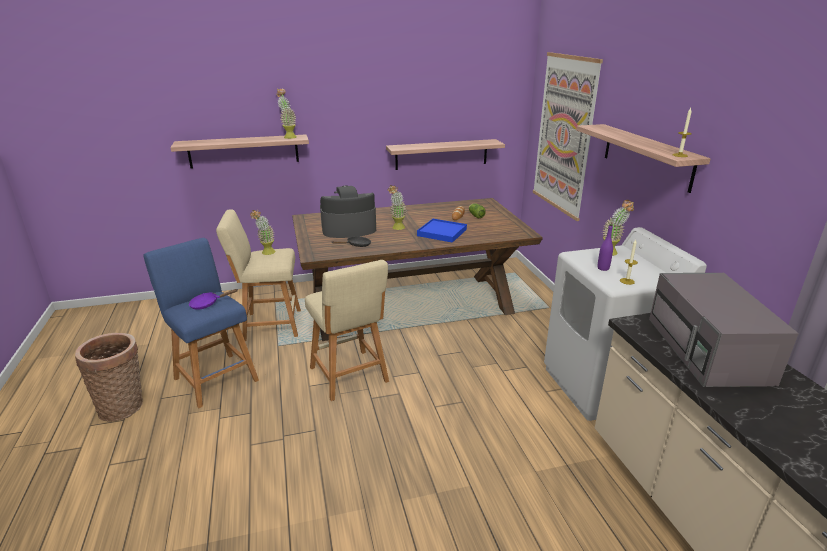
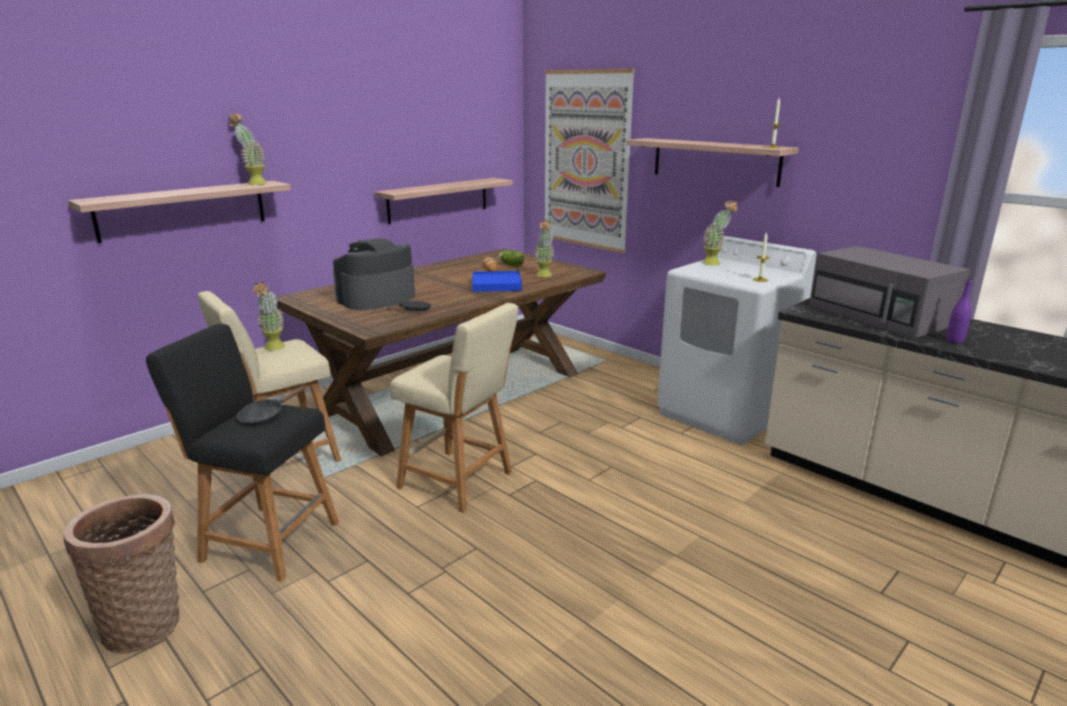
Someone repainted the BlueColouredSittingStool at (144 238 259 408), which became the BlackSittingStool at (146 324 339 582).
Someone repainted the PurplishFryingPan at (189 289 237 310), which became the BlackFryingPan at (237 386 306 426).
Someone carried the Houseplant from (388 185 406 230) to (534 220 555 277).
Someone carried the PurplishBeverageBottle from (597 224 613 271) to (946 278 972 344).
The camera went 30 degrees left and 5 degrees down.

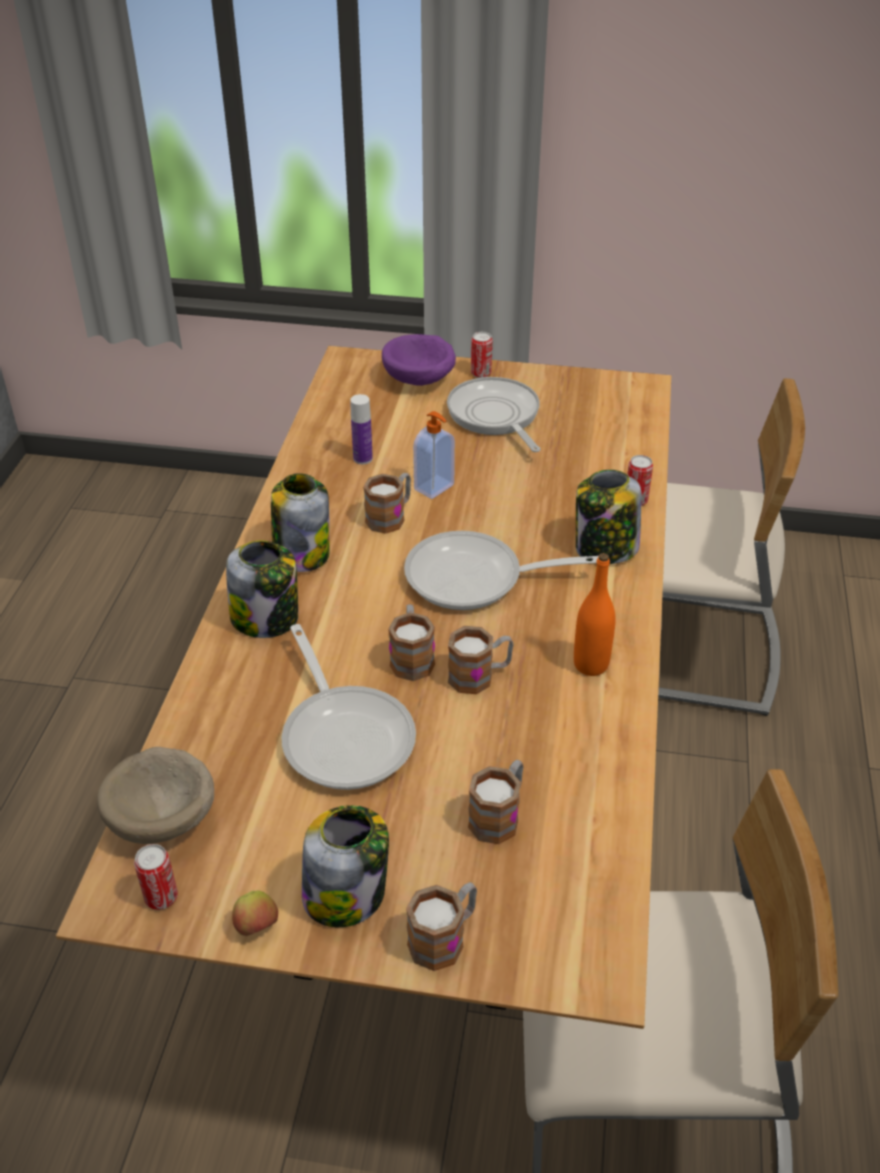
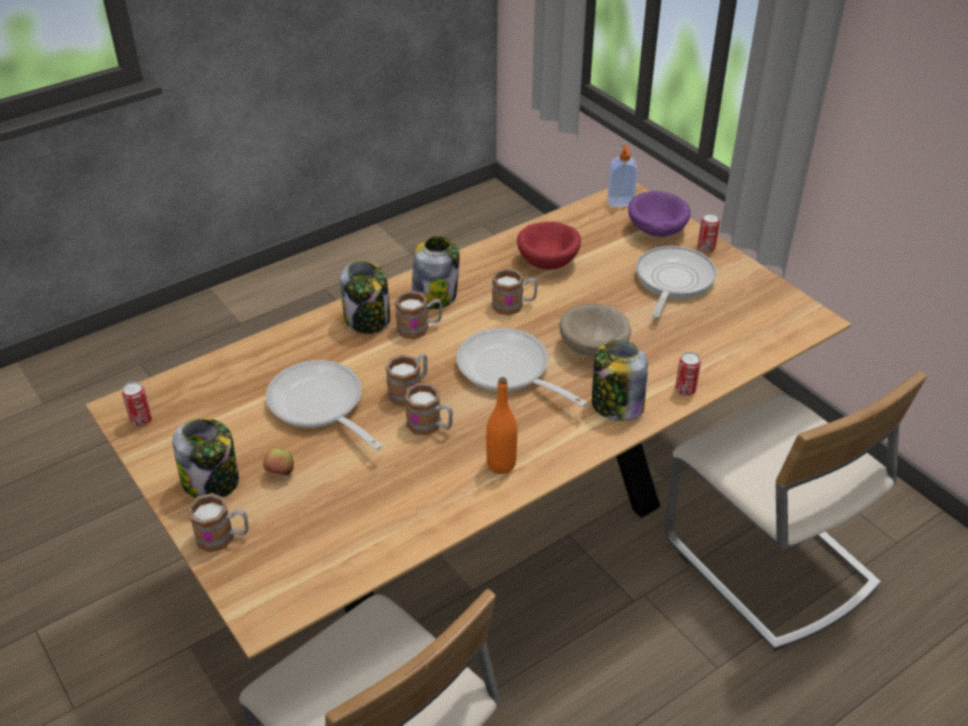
Someone carried the BeigeBowl from (97 747 214 844) to (559 303 631 357).
Someone carried the AppleFruit from (232 890 278 936) to (263 448 294 475).
Someone rotated the FryingPan at (282 624 416 790) by 120 degrees clockwise.
Someone swapped the BeverageBottle at (350 394 373 464) for the ReddishBowl at (517 221 581 270).
Someone carried the SoapBottle from (413 411 455 499) to (607 145 638 207).
Someone carried the TeaMug from (468 760 523 844) to (395 291 442 339).
The camera went 45 degrees right and 0 degrees up.

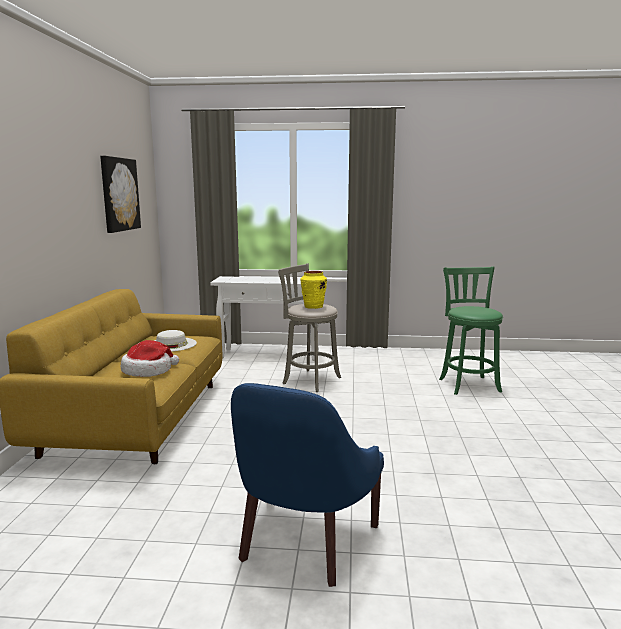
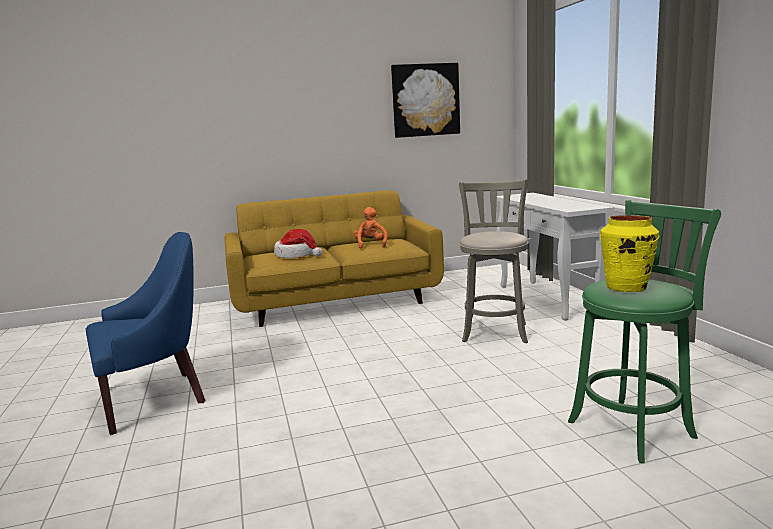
Someone swapped the WhiteHat at (154 330 197 352) for the OrangePlushToy at (353 207 388 248).
Someone rotated the BlueColouredArmchair at (231 383 384 587) by 150 degrees clockwise.
Someone carried the YellowishDecorativeVase from (300 271 327 309) to (600 215 659 292).
The camera went 70 degrees right and 0 degrees up.

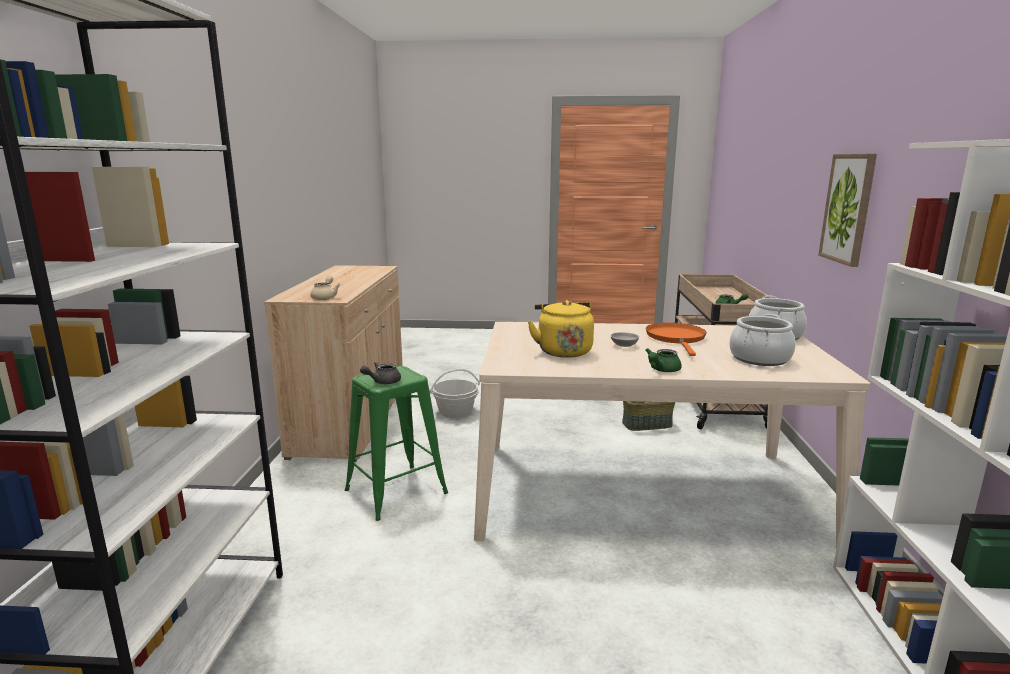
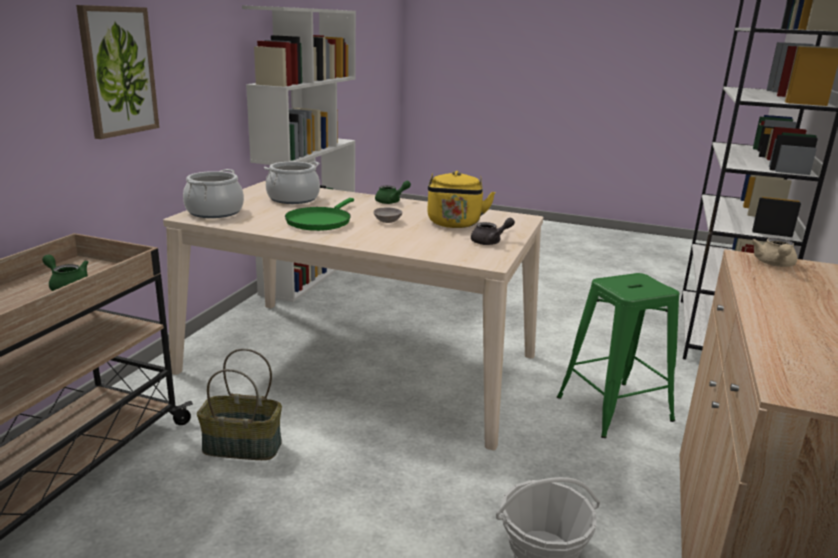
Someone carried the GreyishTeaPot from (360 362 401 384) to (471 218 515 245).
Someone repainted the OrangeFryingPan at (646 322 707 356), which became the GreenColouredFryingPan at (285 198 354 231).
The camera went 165 degrees left and 5 degrees up.

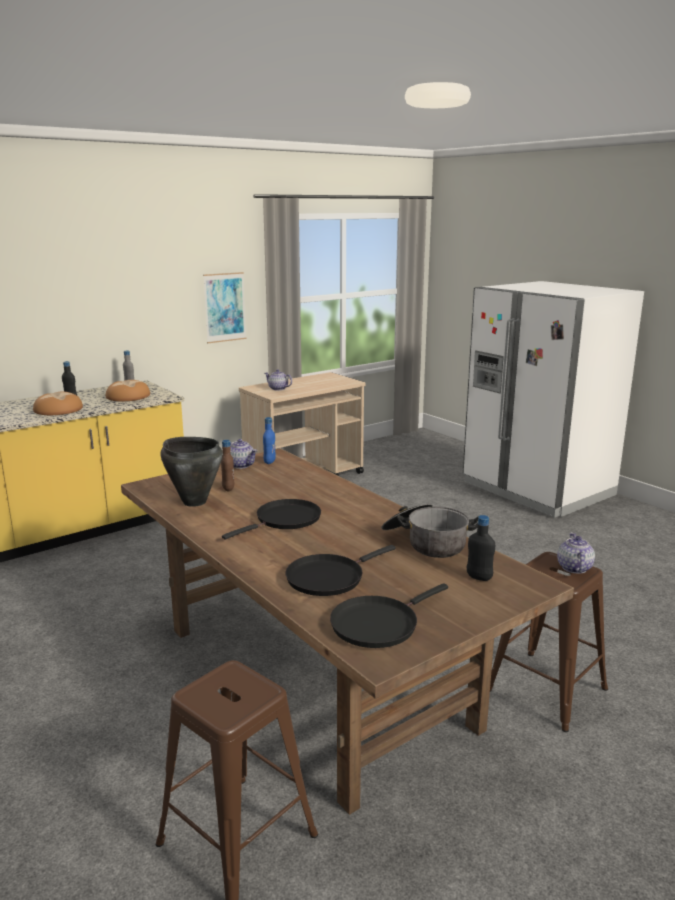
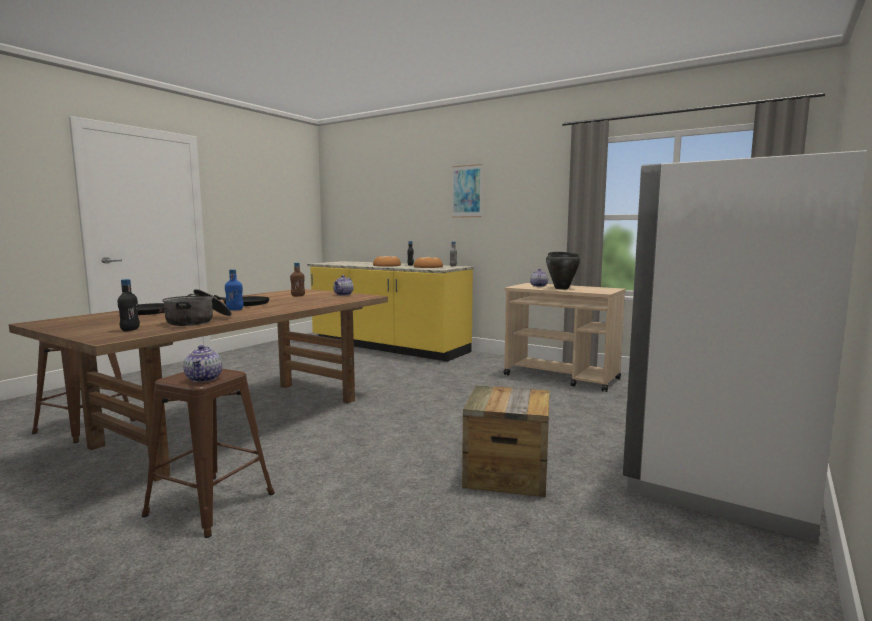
Someone carried the BlackCookingPot from (160 437 223 507) to (546 252 580 290).
Someone carried the Picture from (203 272 246 343) to (452 164 482 218).
Someone carried the BlueColouredBeverageBottle from (263 417 276 464) to (225 269 244 311).
Someone took away the BlackFryingPan at (330 583 448 648).
Someone rotated the TeaPot at (557 532 595 574) by 90 degrees clockwise.
Someone put down the PackingCrate at (462 385 550 497).
The camera went 70 degrees right and 10 degrees down.

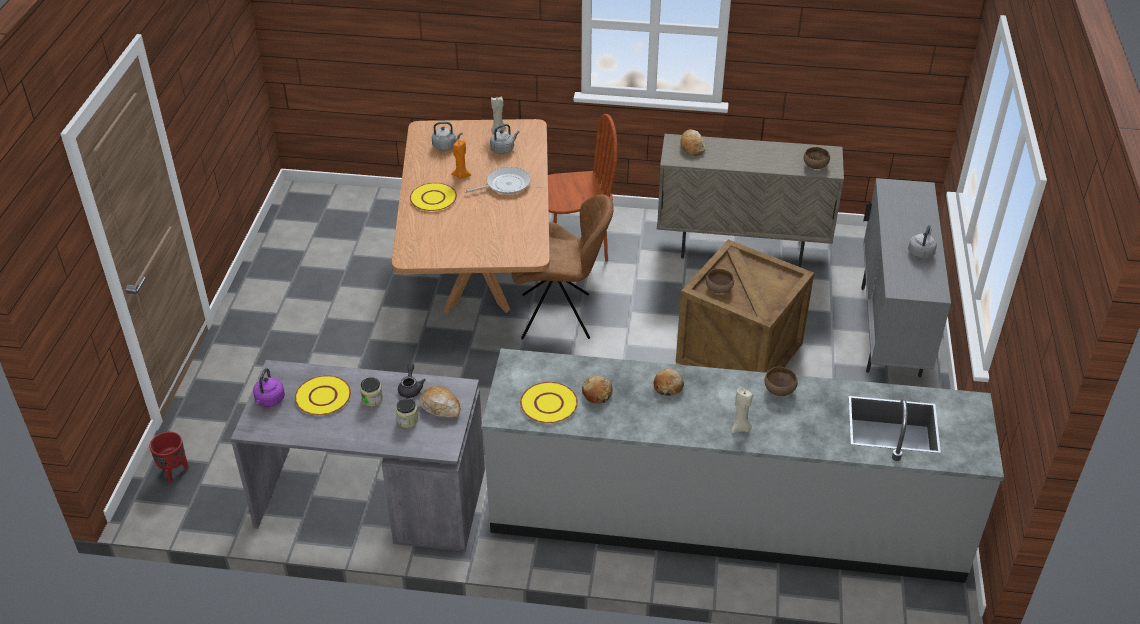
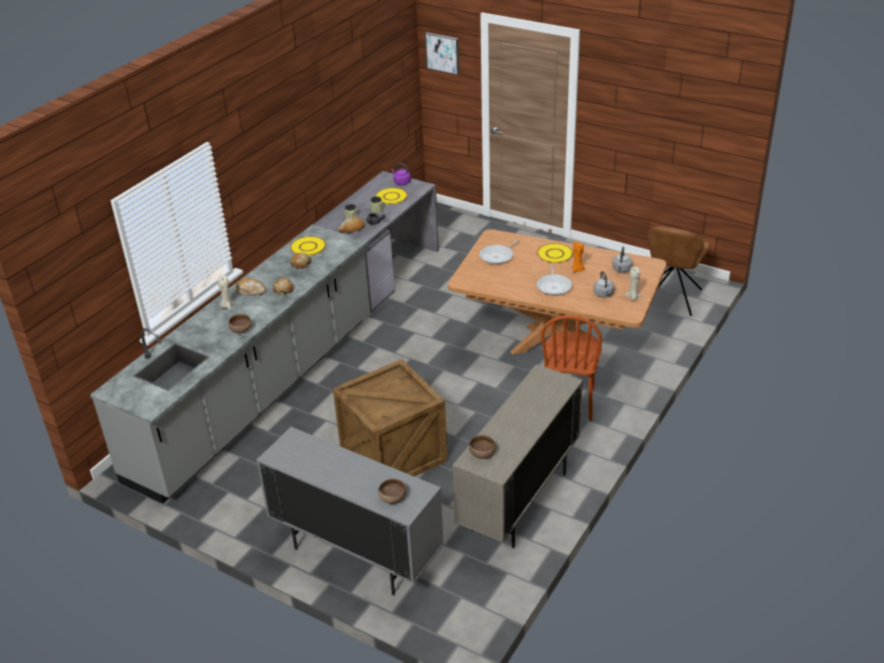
Someone took away the ReddishFlowerPot at (149 432 189 483).
Someone carried the BrownishPlainChair from (512 195 614 339) to (648 226 710 316).
Someone carried the BakedBread from (680 129 706 156) to (235 278 265 296).
Someone carried the BrownishBowl from (706 269 734 293) to (378 479 406 504).
Someone took away the GreyishWaterKettle at (908 225 937 259).
Someone put up the Picture at (425 32 459 75).
Someone put down the FryingPan at (479 240 520 265).
The camera went 115 degrees right and 5 degrees down.

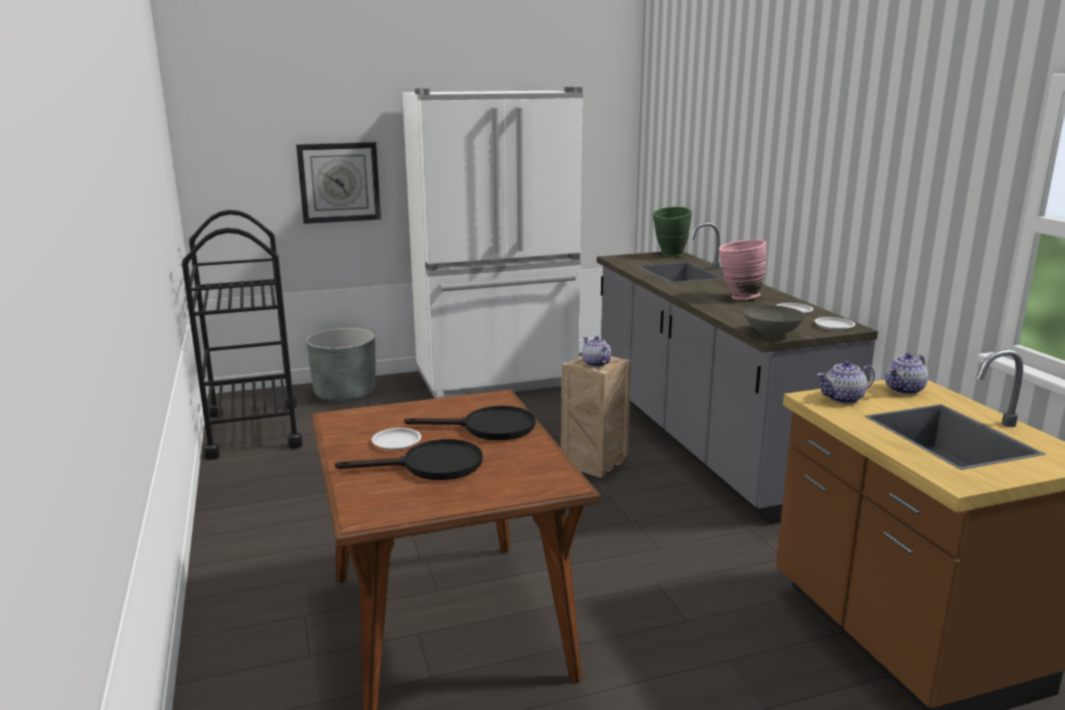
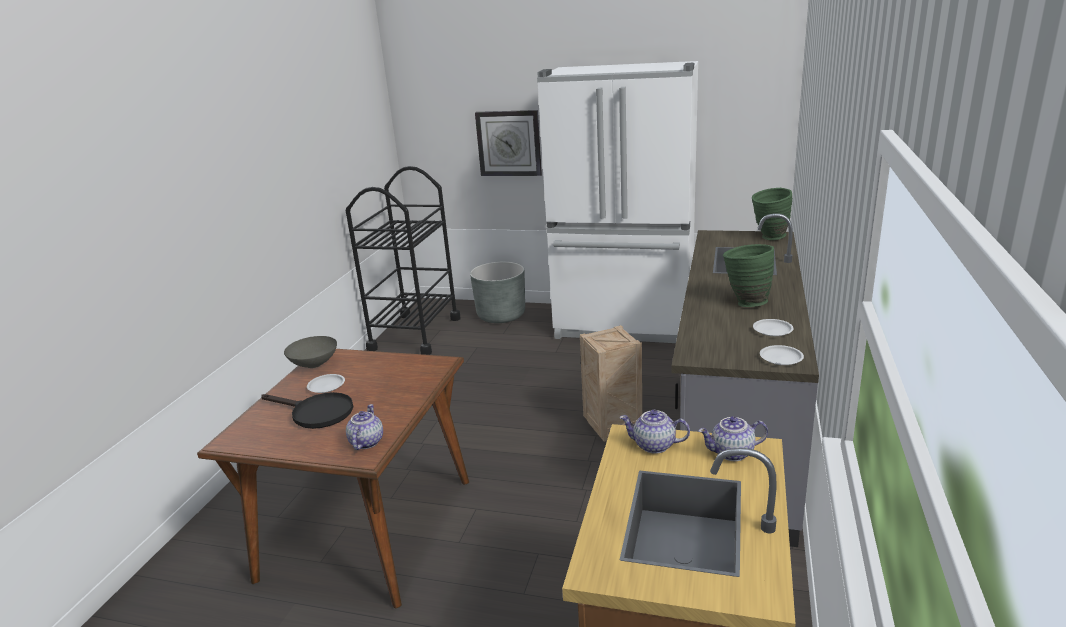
Someone took away the BlackFryingPan at (404 406 536 440).
Someone carried the TeaPot from (582 336 611 367) to (346 404 383 450).
Someone repainted the PinkishDecorativeVase at (719 240 766 300), which became the GreenColouredDecorativeVase at (723 244 774 307).
Someone carried the GreyishBowl from (744 305 805 337) to (284 336 337 368).
The camera went 35 degrees right and 5 degrees up.

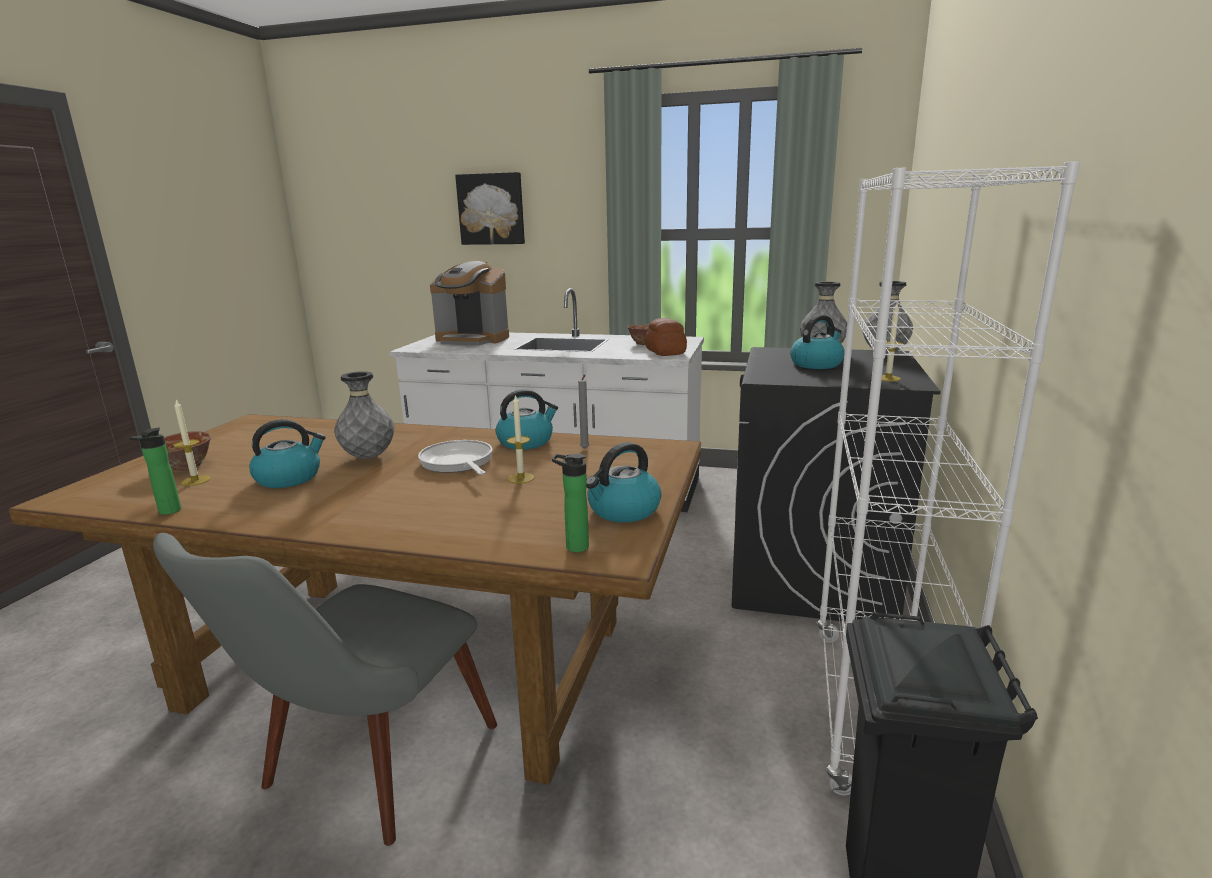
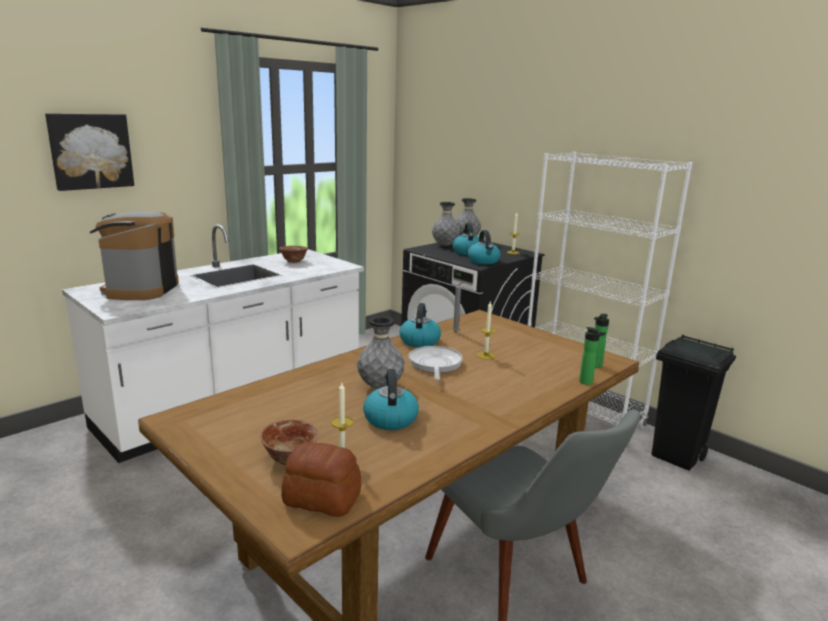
Someone carried the BeverageBottle from (129 428 181 515) to (579 327 606 385).
Someone rotated the FryingPan at (418 440 492 475) by 90 degrees clockwise.
Someone rotated the CoffeeBrewer at (430 261 509 345) by 135 degrees clockwise.
Someone carried the WaterKettle from (586 442 662 523) to (467 230 500 264).
Someone carried the BakedBread from (645 318 687 356) to (281 442 361 517).
The camera went 60 degrees left and 0 degrees up.

